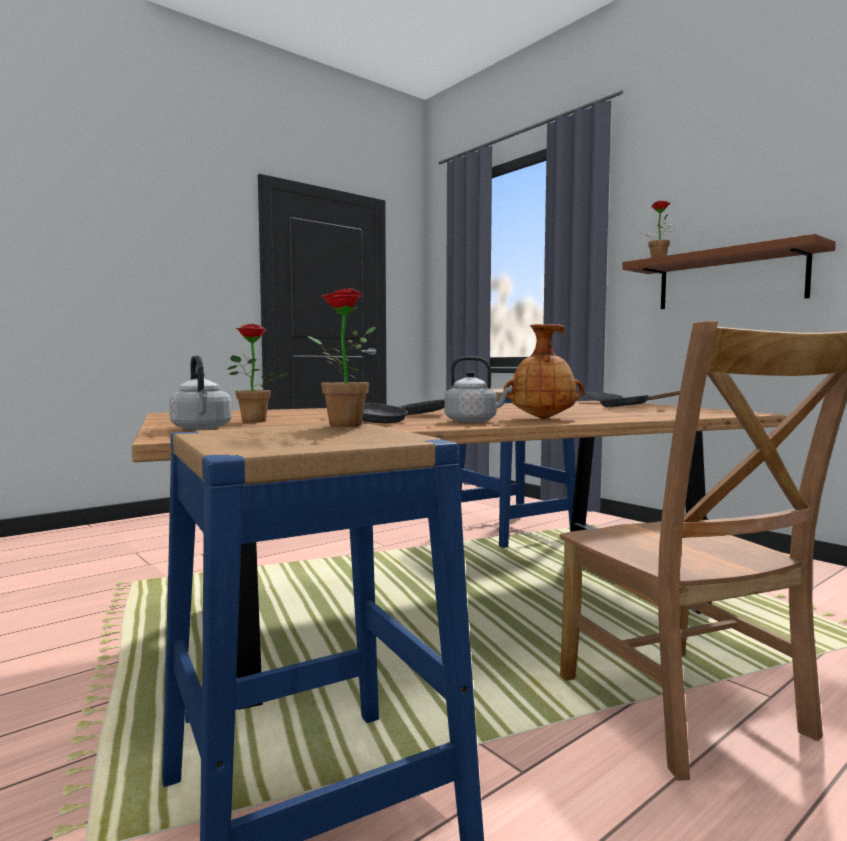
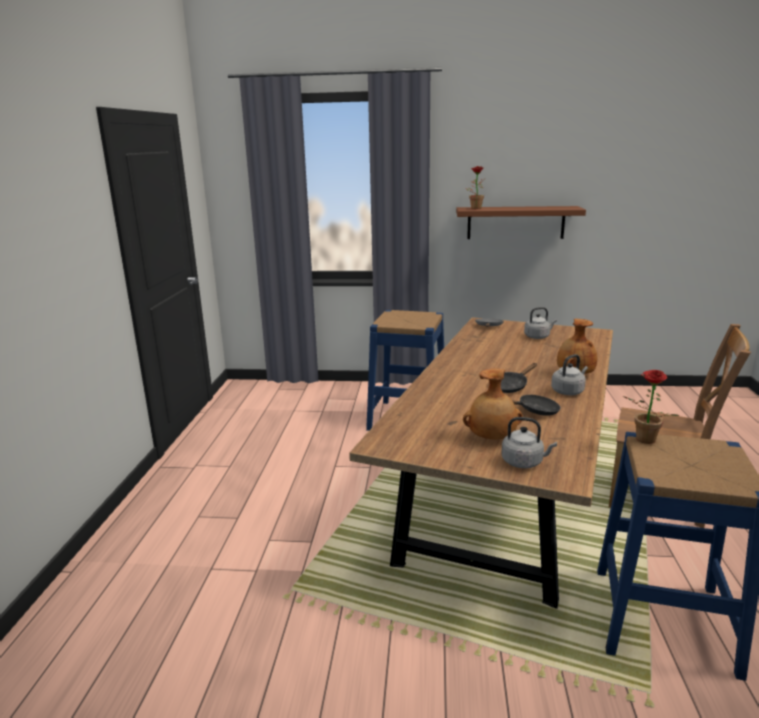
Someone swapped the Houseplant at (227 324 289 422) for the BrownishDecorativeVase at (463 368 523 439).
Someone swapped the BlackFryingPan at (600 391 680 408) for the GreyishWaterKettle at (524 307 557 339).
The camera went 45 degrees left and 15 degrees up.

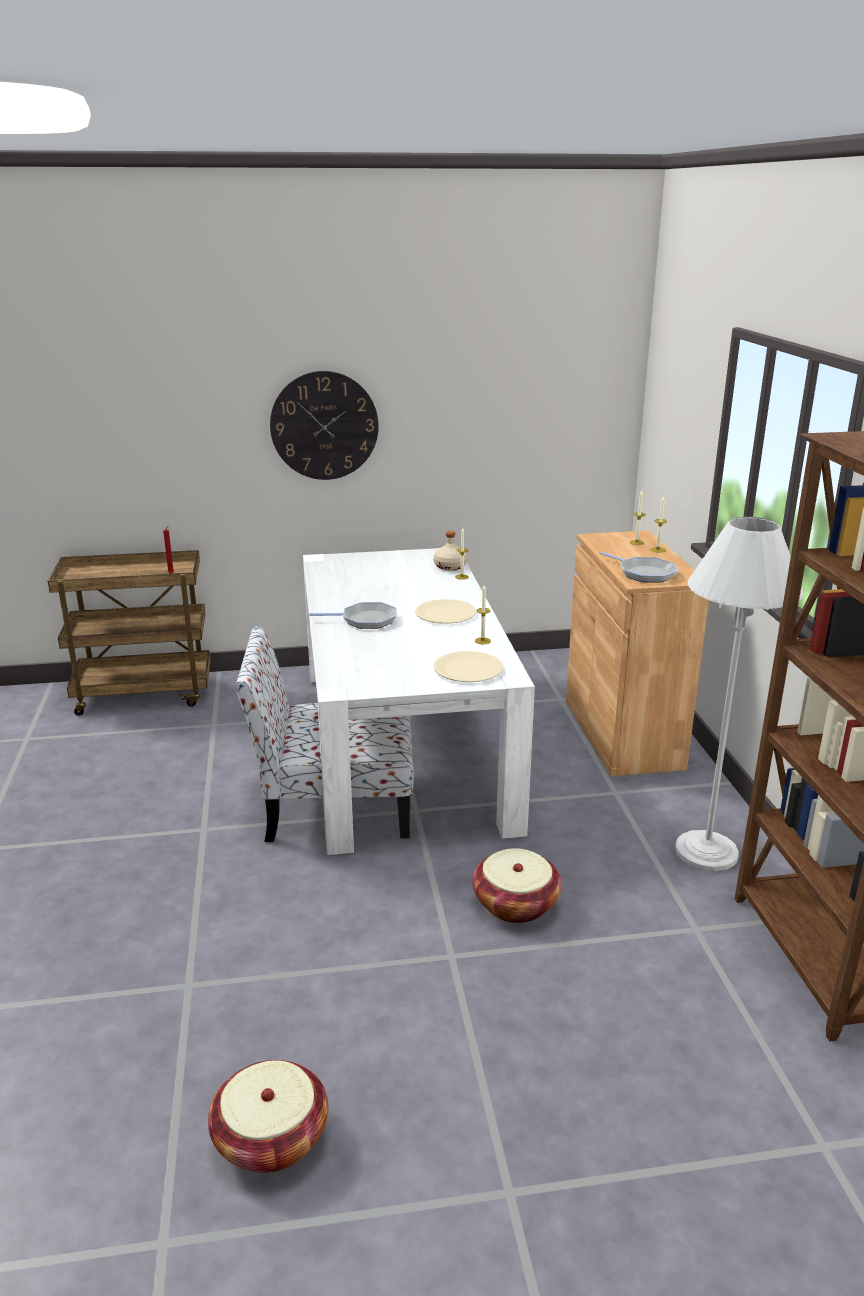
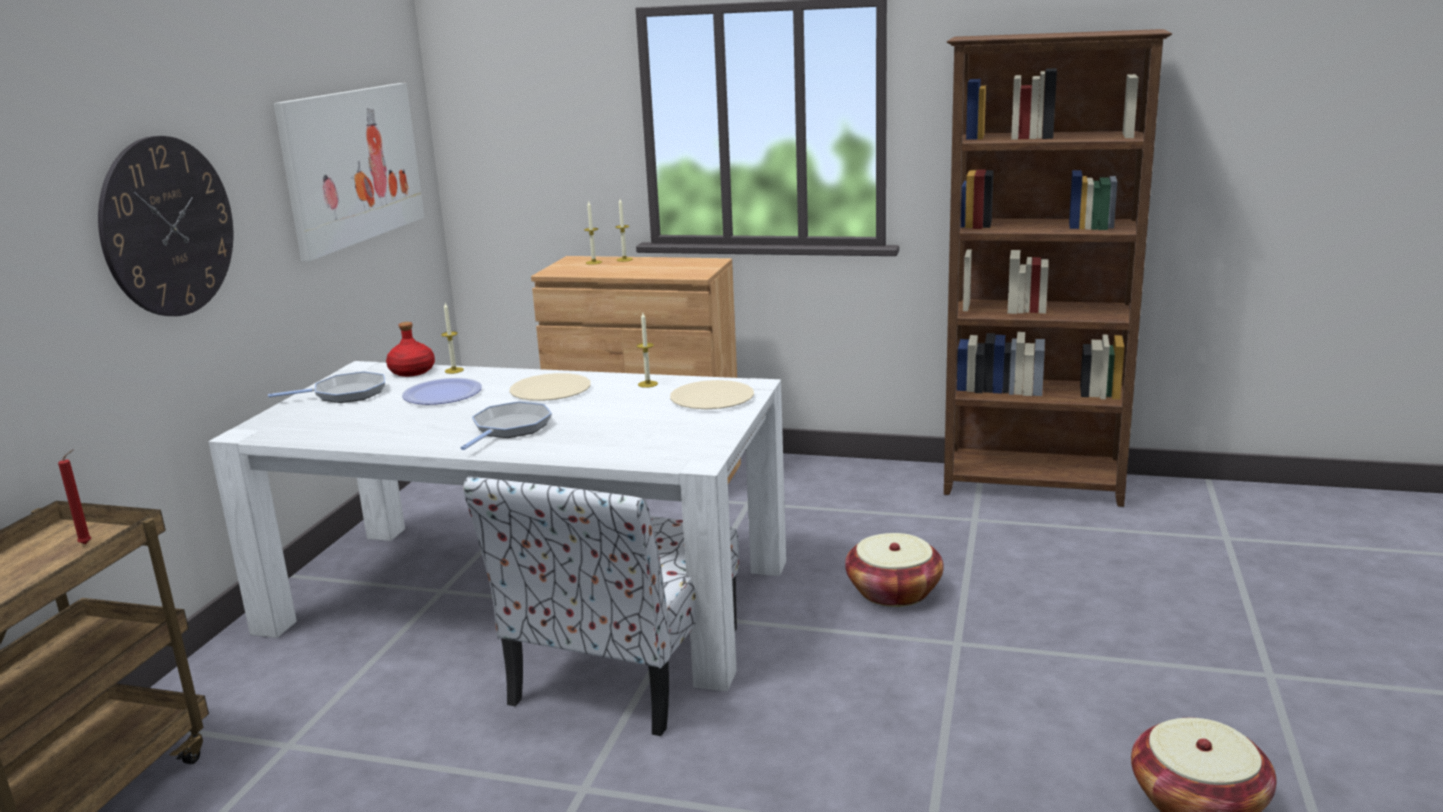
Someone repainted the BeigeBeverageBottle at (433 531 467 571), which became the ReddishBeverageBottle at (386 322 435 377).
Someone carried the FryingPan from (599 551 678 583) to (268 371 385 403).
Someone took away the WhiteStandingLamp at (675 517 804 871).
Someone put up the Picture at (274 83 425 261).
Someone put down the Plate at (402 378 482 405).
The camera went 65 degrees left and 5 degrees down.

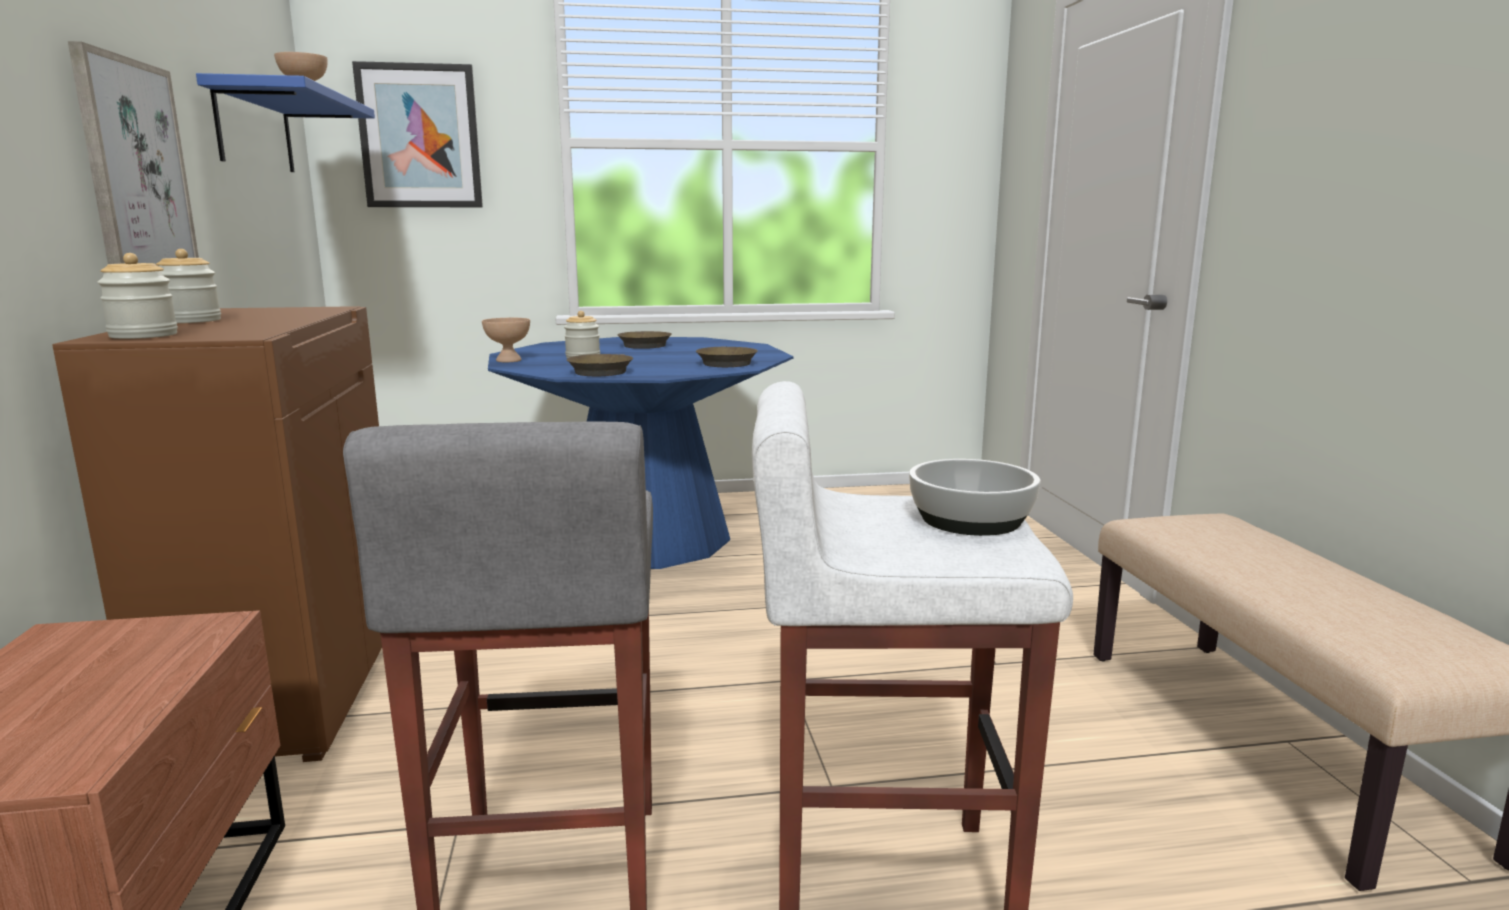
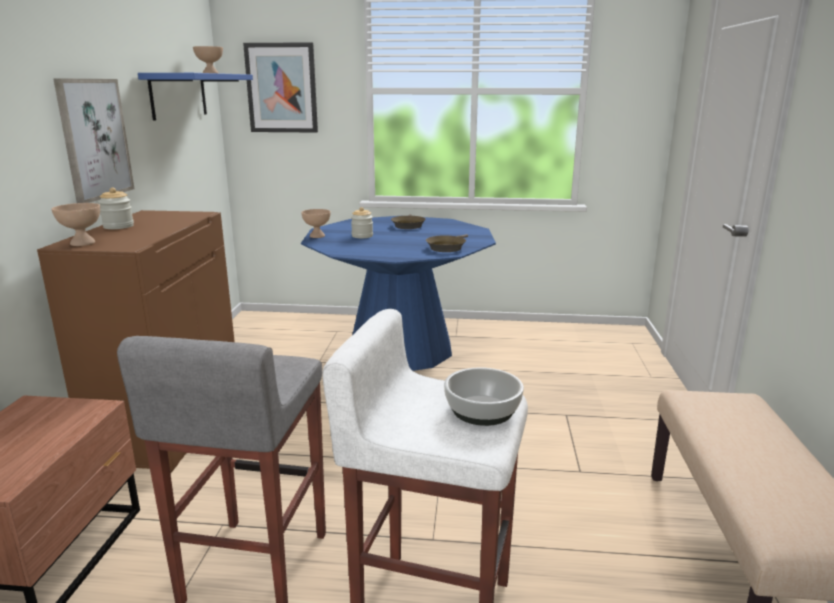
Someone swapped the StorageJar at (97 253 178 339) for the BeigeBowl at (52 203 100 246).
Someone took away the BrownishFryingPan at (567 354 633 376).
The camera went 15 degrees right and 5 degrees up.

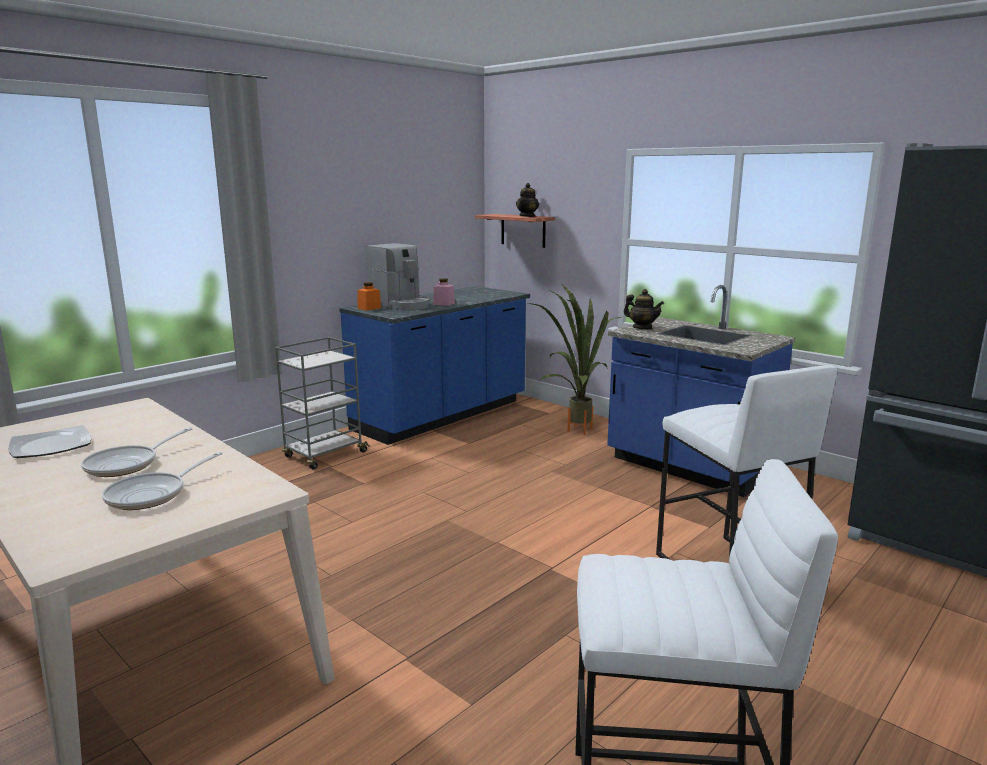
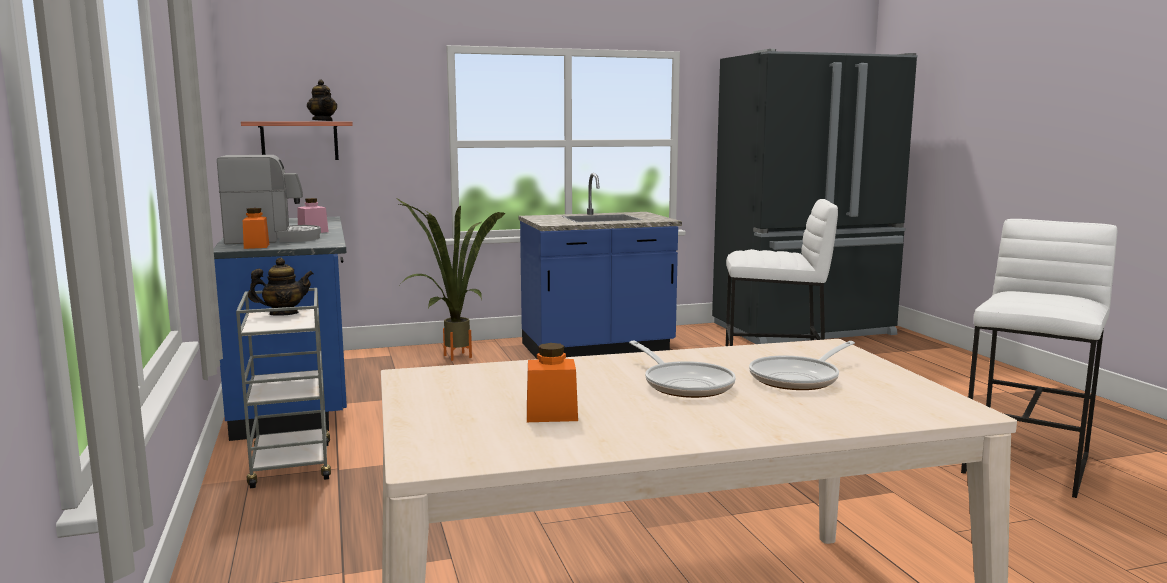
Someone swapped the Plate at (9 425 91 458) for the OrangeStorageJar at (527 343 578 422).
Someone rotated the FryingPan at (102 452 223 510) by 75 degrees clockwise.
Someone carried the TeaPot from (624 289 664 329) to (248 258 314 316).
The camera went 60 degrees left and 5 degrees down.

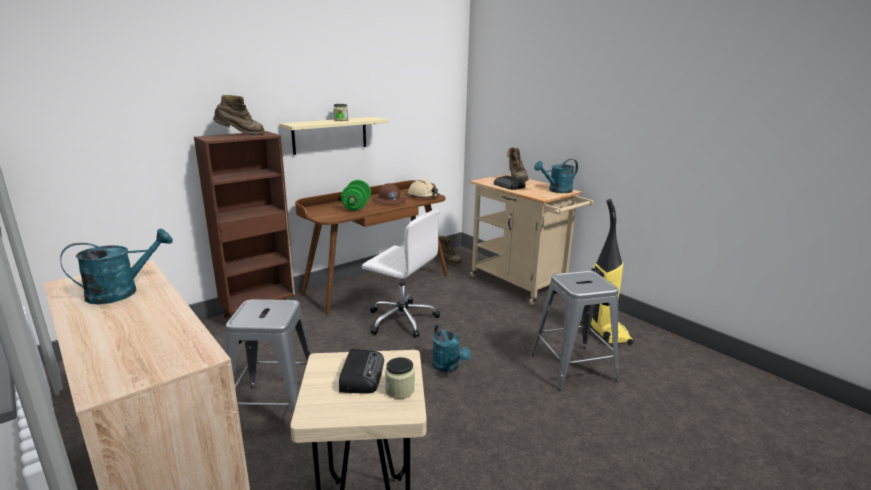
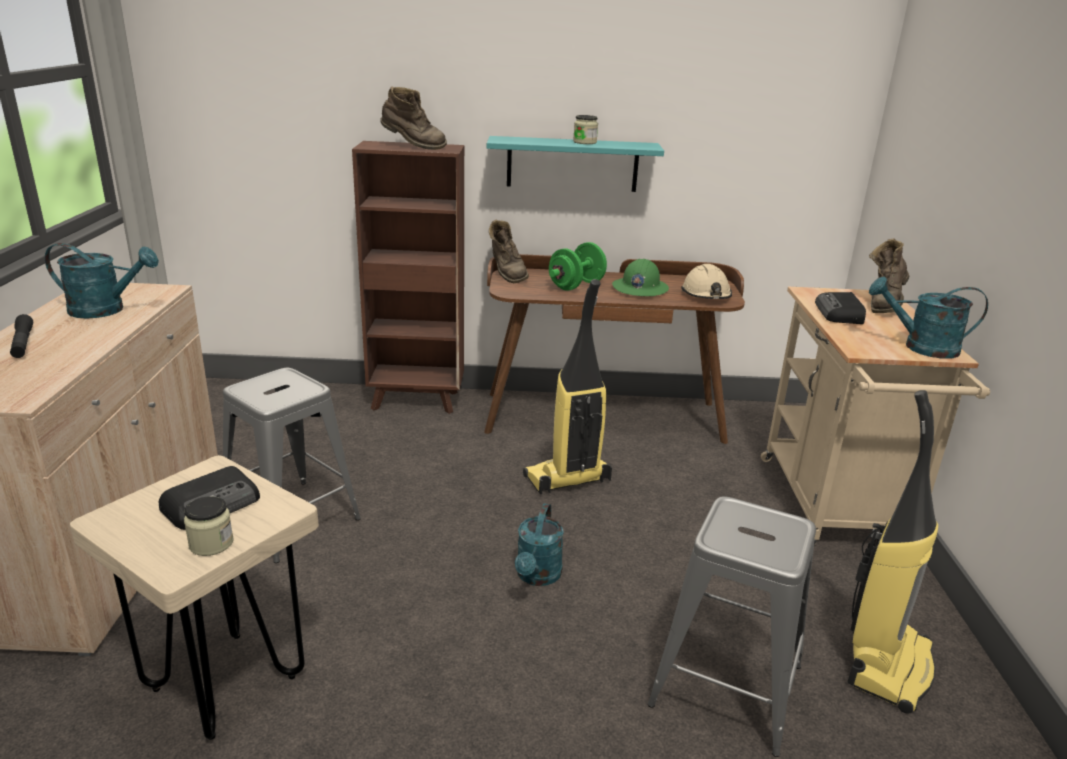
Someone repainted the BeigeShelf at (279 117 389 155), which became the BlueGreenShelf at (487 136 664 192).
Someone swapped the WhiteDeskChair at (362 209 440 338) for the VacuumCleaner at (523 279 612 494).
Someone repainted the BrownishWorkHelmet at (373 183 406 204), which became the GreenColouredWorkHelmet at (612 259 669 296).
Someone carried the BrownishTallBoot from (436 236 463 266) to (489 219 529 283).
Someone put down the BlackFlashlight at (10 314 33 358).
The camera went 40 degrees right and 5 degrees up.

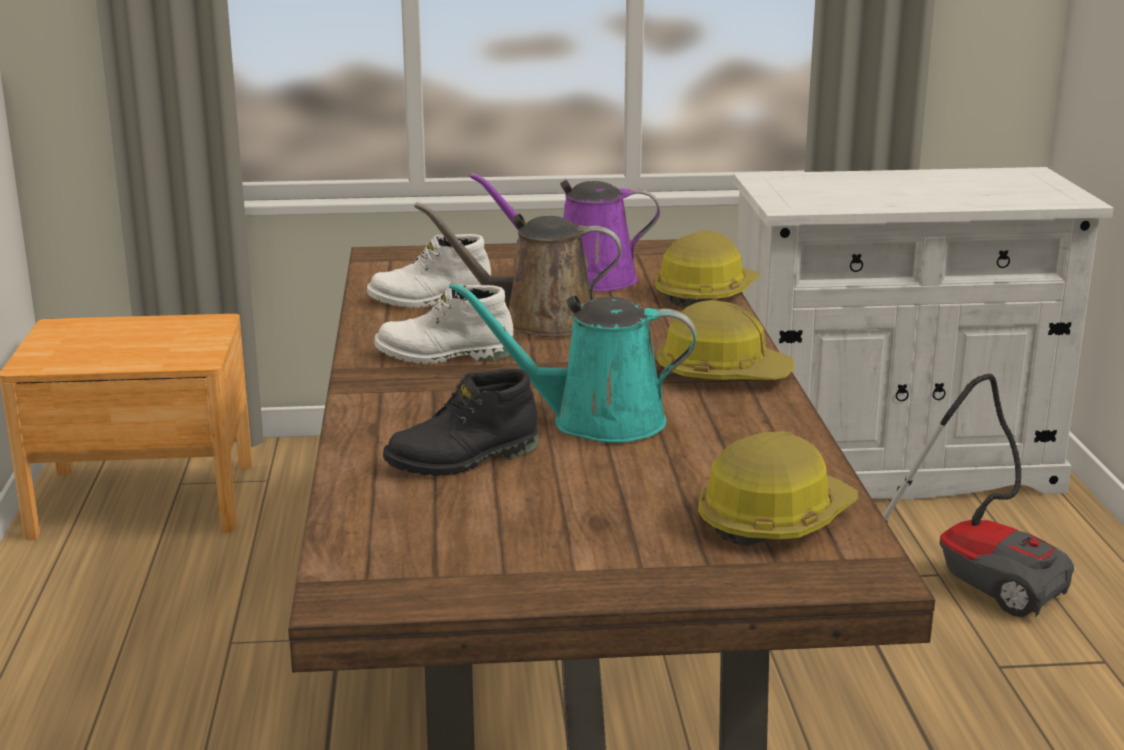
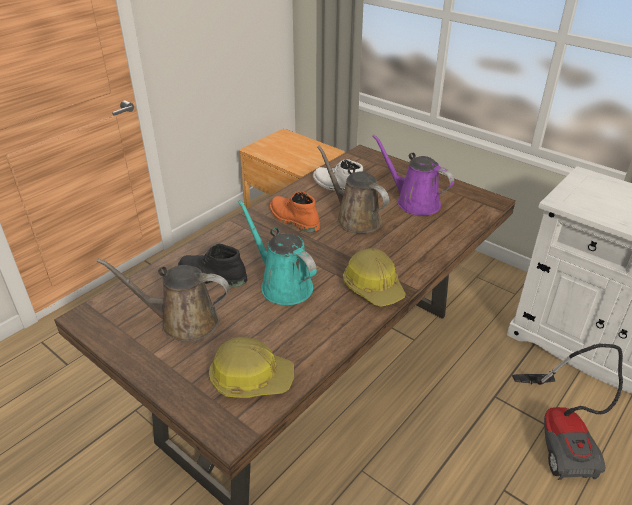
Someone repainted the WhiteTallBoot at (374 284 513 364), which became the OrangeTallBoot at (270 191 320 232).
Someone took away the WorkHelmet at (655 230 760 307).
Someone put down the BrownishWateringCan at (96 258 230 342).
The camera went 45 degrees right and 15 degrees up.

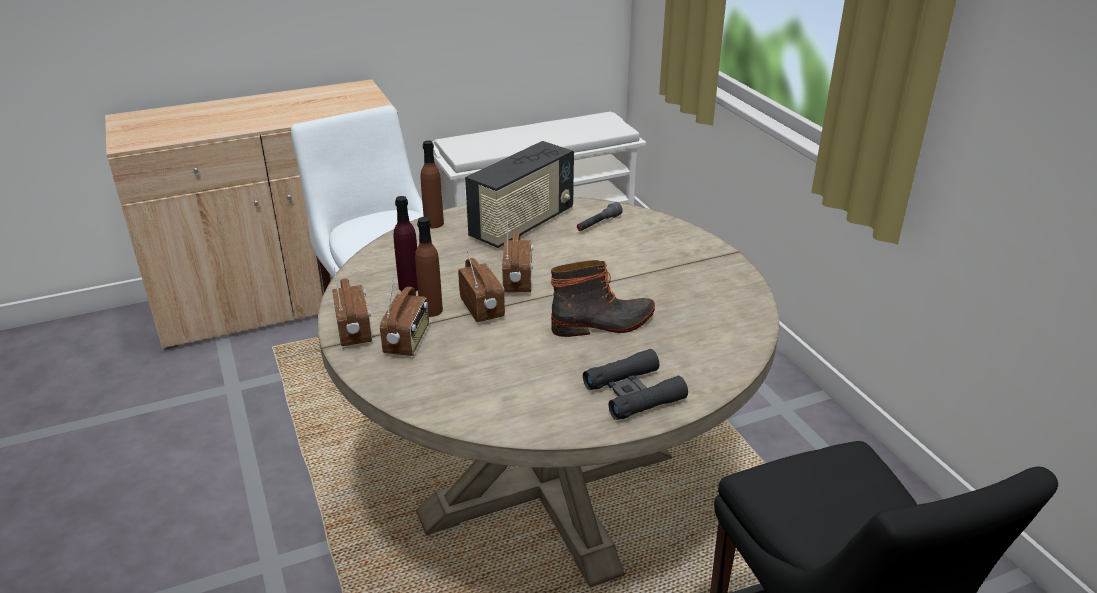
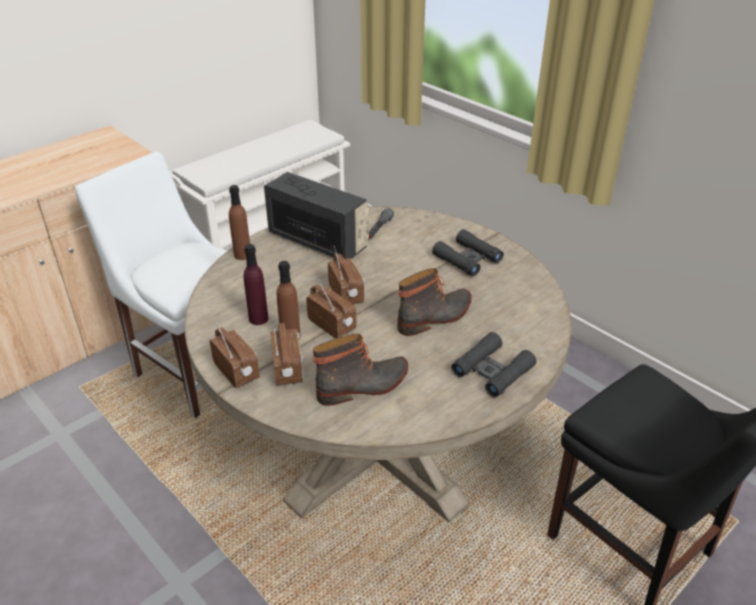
Someone rotated the Radio at (465 141 574 248) by 75 degrees counterclockwise.
Someone put down the TallBoot at (313 334 408 406).
Someone put down the BlackFieldGlasses at (432 229 504 276).
The camera went 20 degrees left and 5 degrees up.

